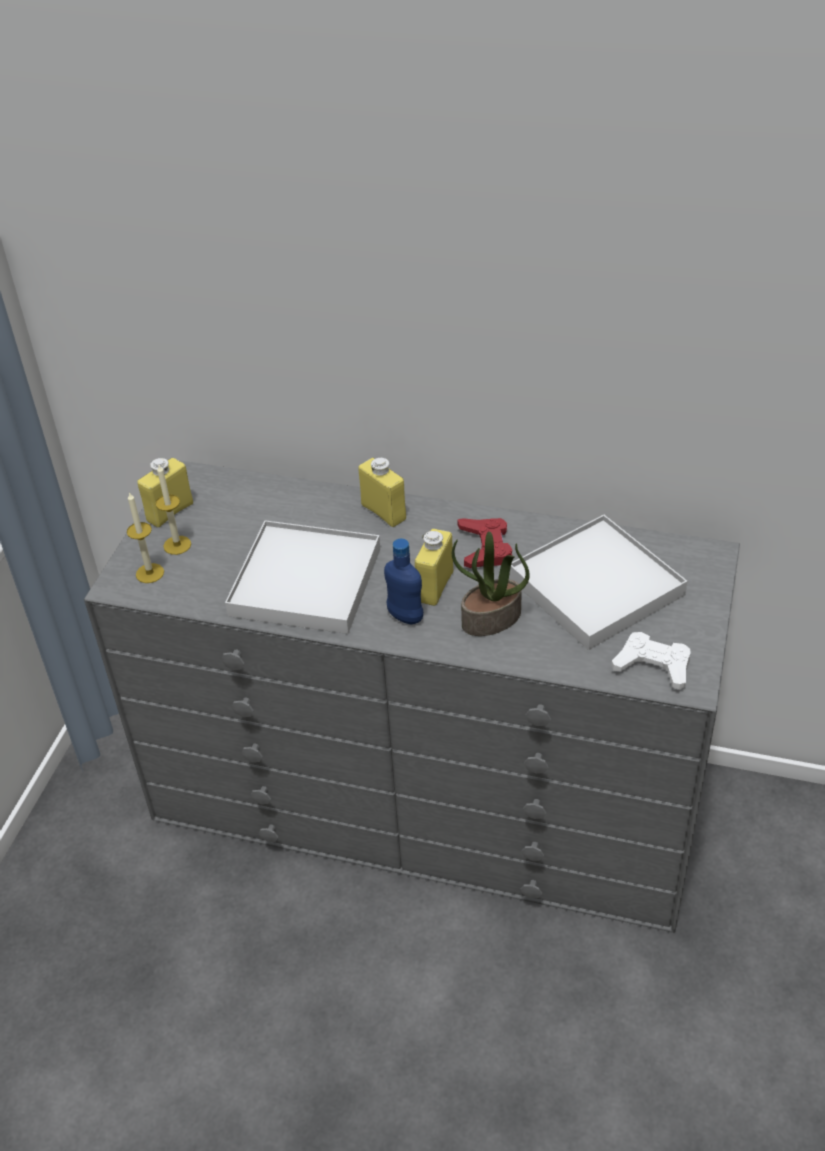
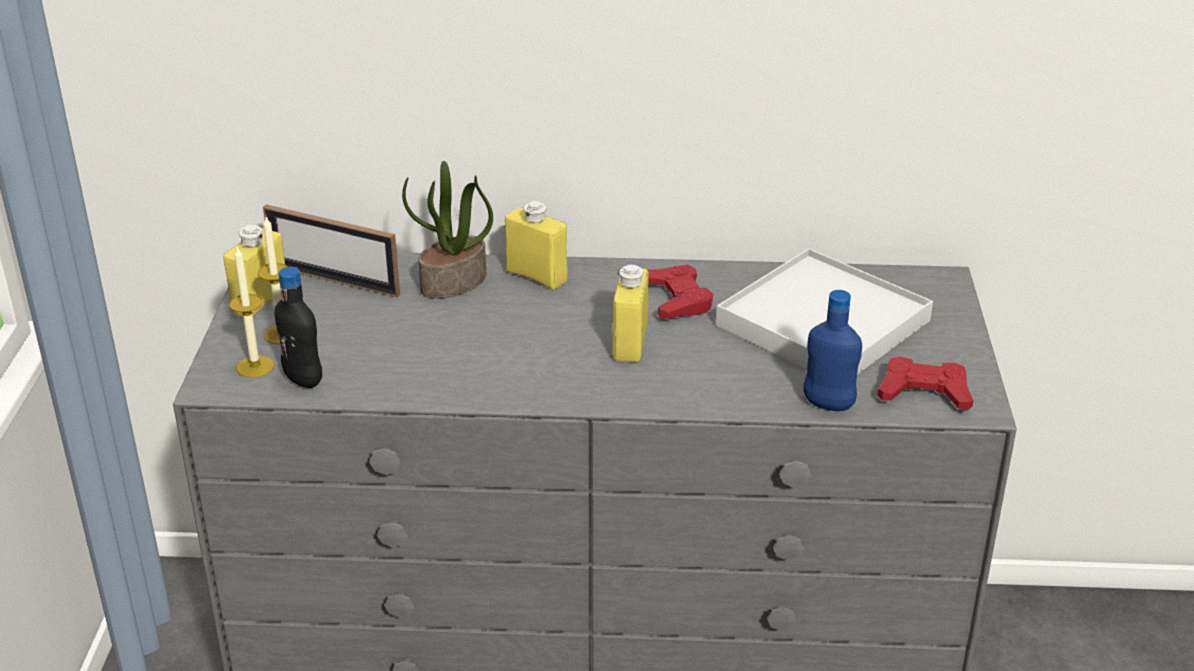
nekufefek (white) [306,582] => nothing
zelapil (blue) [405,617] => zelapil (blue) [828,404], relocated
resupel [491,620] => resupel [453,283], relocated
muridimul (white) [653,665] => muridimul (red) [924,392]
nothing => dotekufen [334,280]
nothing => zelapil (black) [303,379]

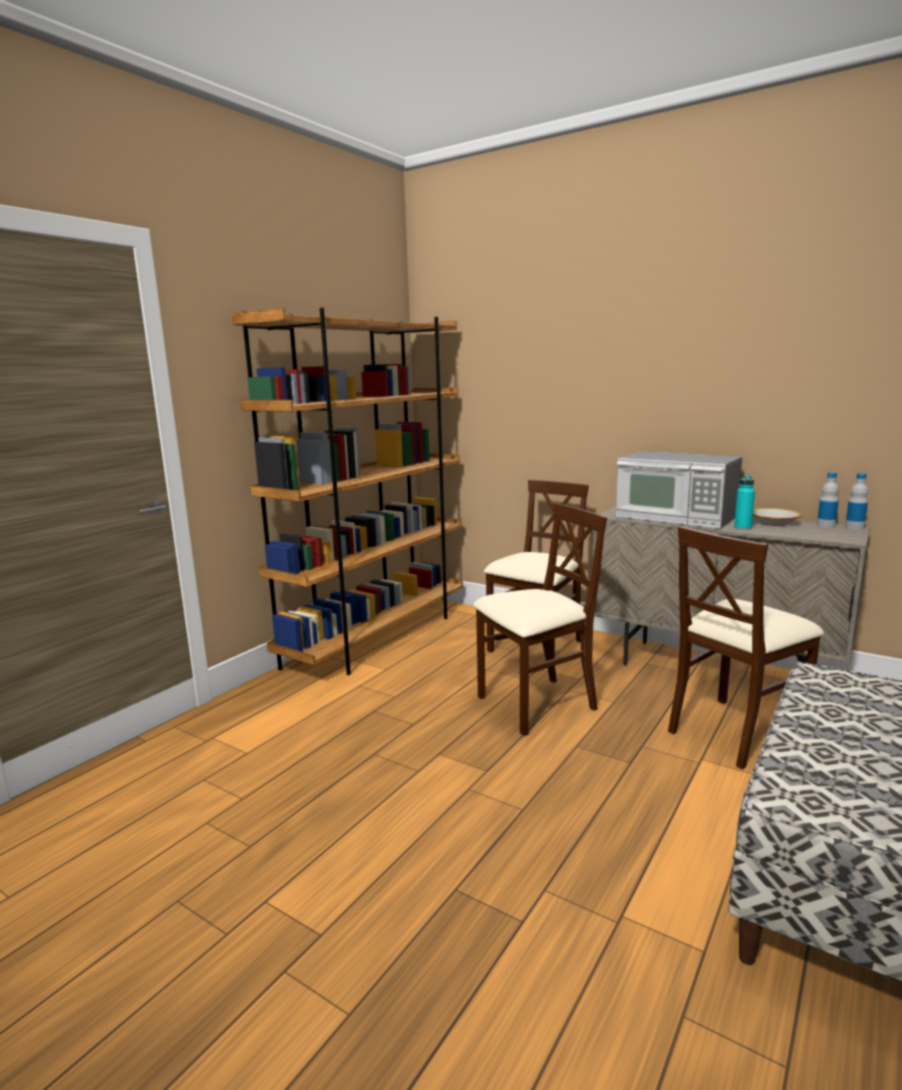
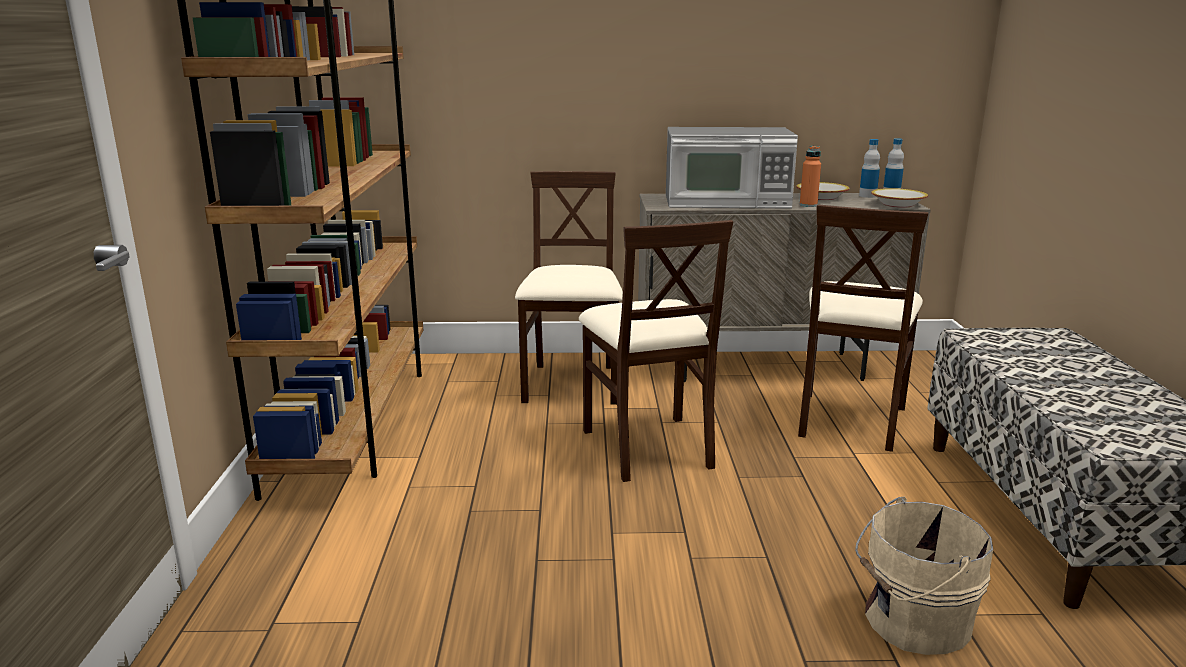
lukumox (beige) [536,704] => lukumox (beige) [648,447], 135 degrees clockwise
zelapil (turquoise) [742,528] => zelapil (orange) [808,205]
nothing => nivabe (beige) [911,621]
nothing => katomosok [898,204]

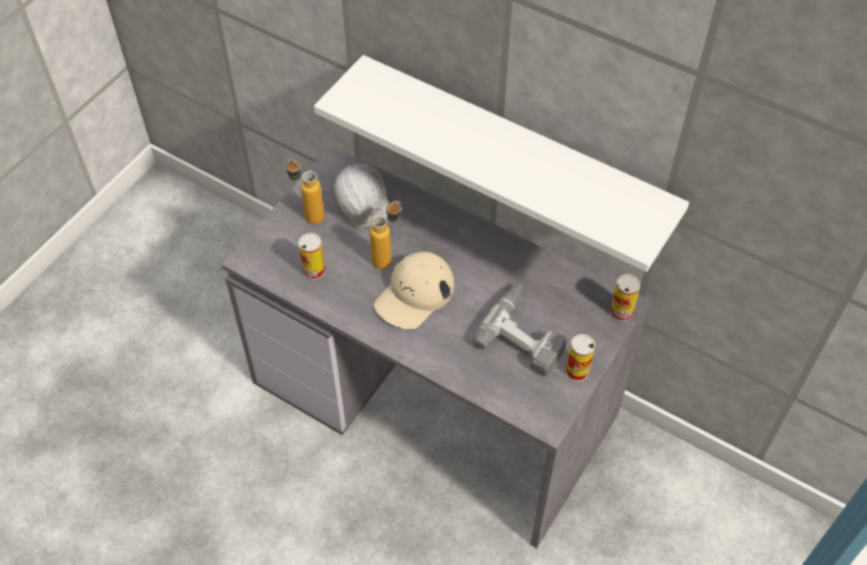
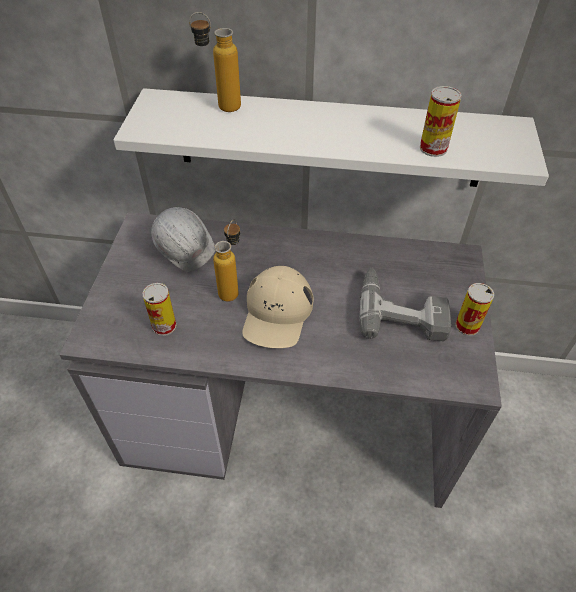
zelapil [308,214] => zelapil [220,106], relocated
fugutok [621,312] => fugutok [433,148], relocated

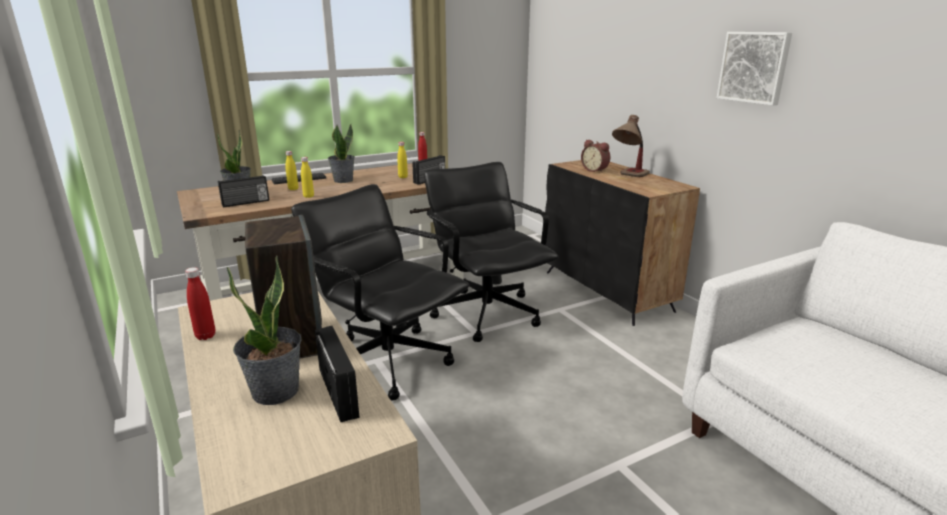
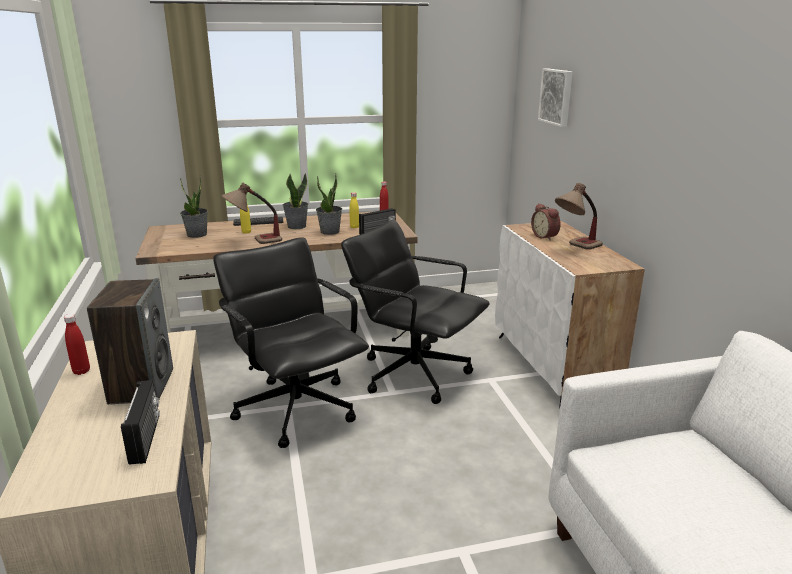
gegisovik [246,203] => nothing
resupel [276,391] => resupel [330,232], relocated
zelapil (yellow) [308,196] => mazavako [254,241]
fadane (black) [487,313] => fadane (black) [414,373], 45 degrees counterclockwise
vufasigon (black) [607,291] => vufasigon (white) [553,366]
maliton [754,67] => maliton [557,96], relocated

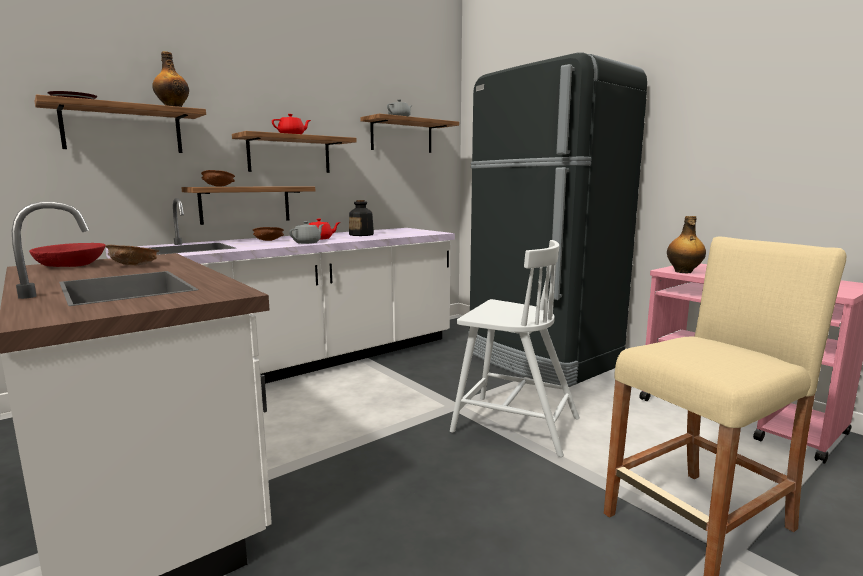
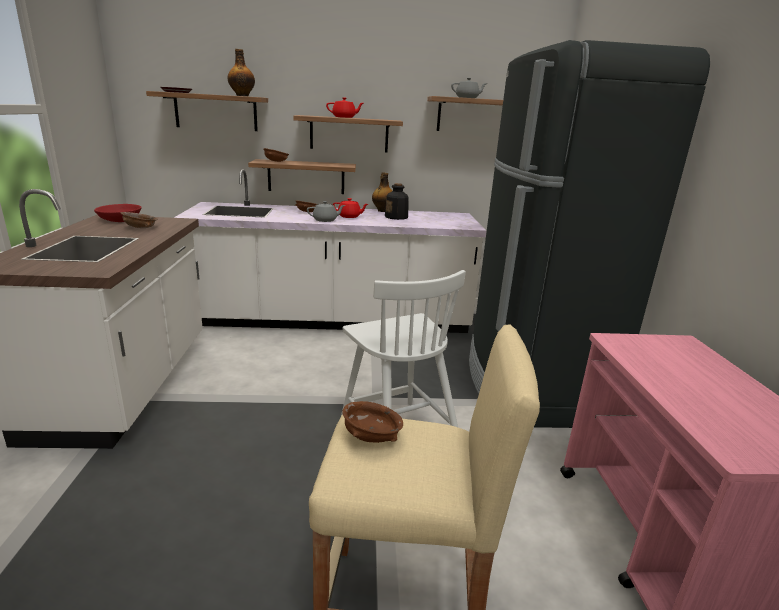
zelapil [683,272] => zelapil [382,211], relocated
nothing => katomosok (brown) [371,437]

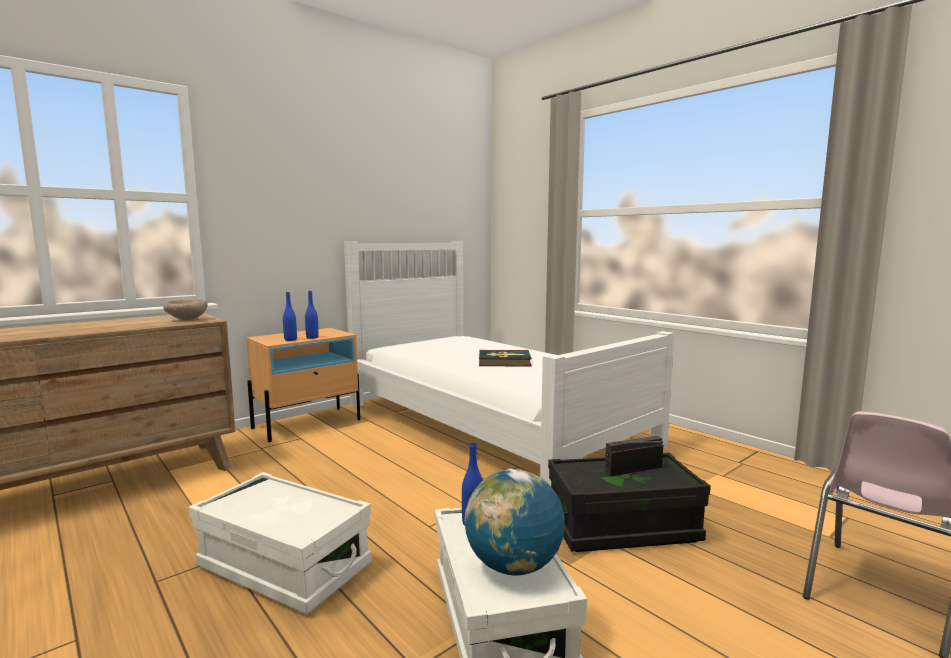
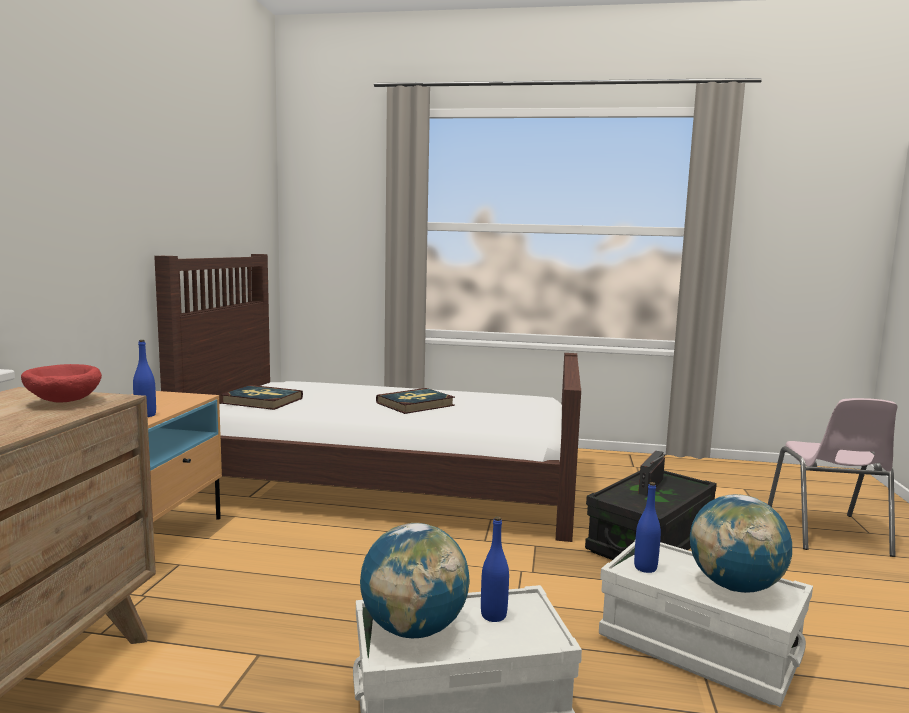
katomosok (beige) [186,319] => katomosok (red) [63,402]
zelapil (blue) [312,337] => zelapil (blue) [493,615], relocated
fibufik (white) [490,423] => fibufik (brown) [386,483]
nothing => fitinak [262,401]
nothing => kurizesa [414,629]

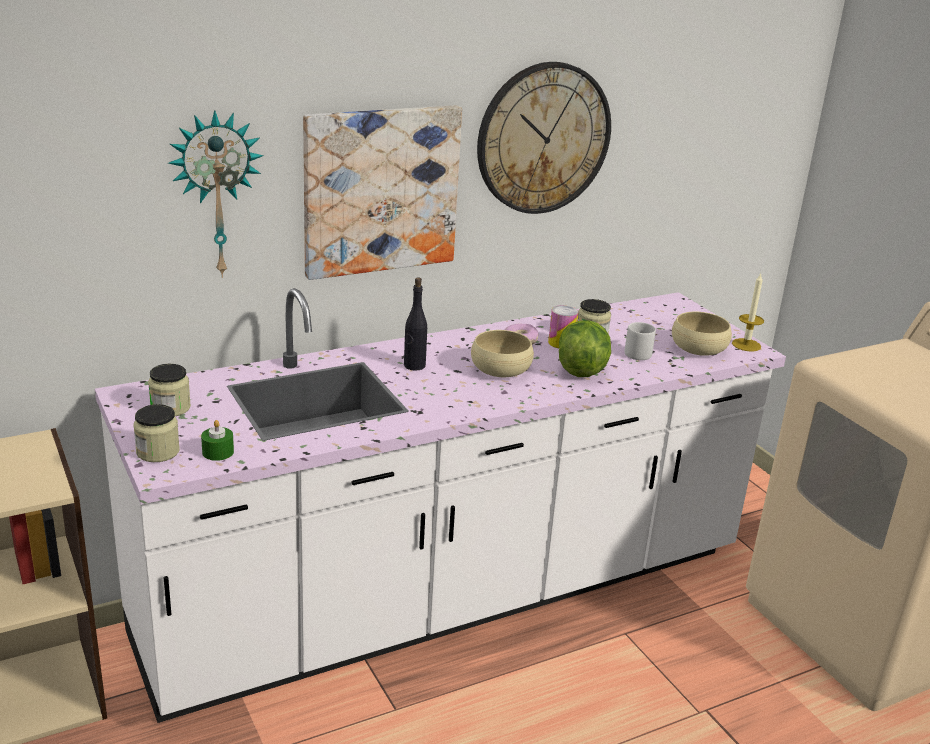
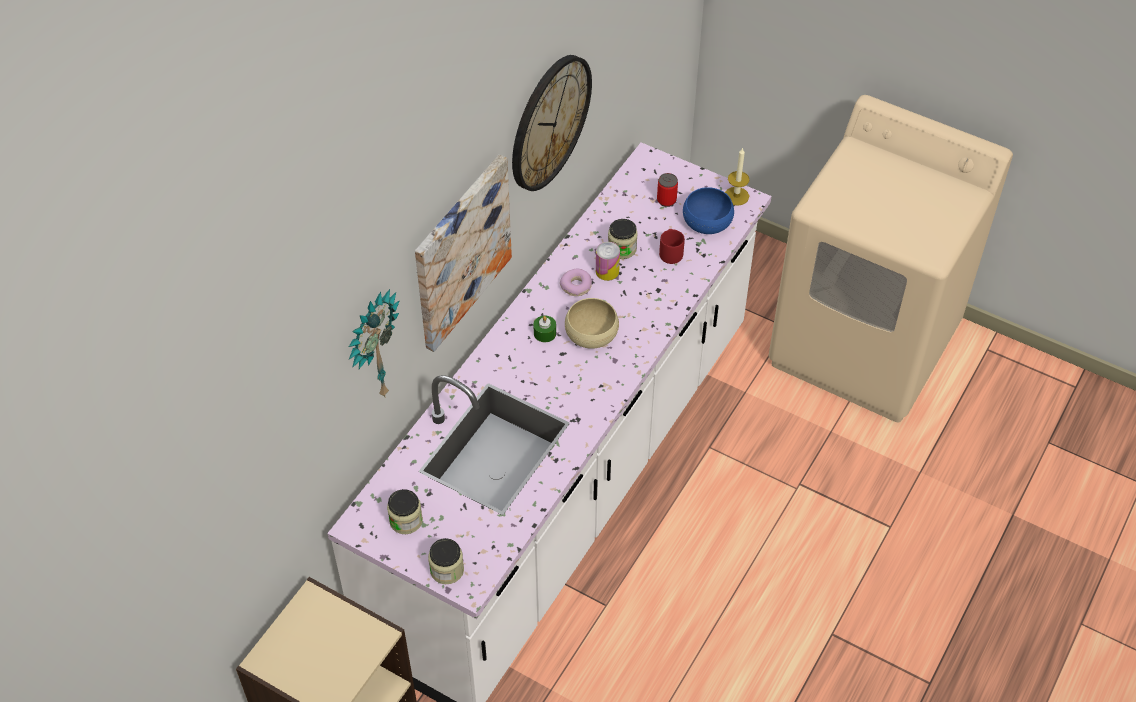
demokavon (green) [218,452] => demokavon (green) [545,333], relocated
zelapil (black) [414,366] => nothing
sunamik [582,368] => nothing
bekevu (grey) [639,353] => bekevu (red) [670,253]
katomosok (beige) [698,349] => katomosok (blue) [707,221]
nothing => fugutok [666,200]

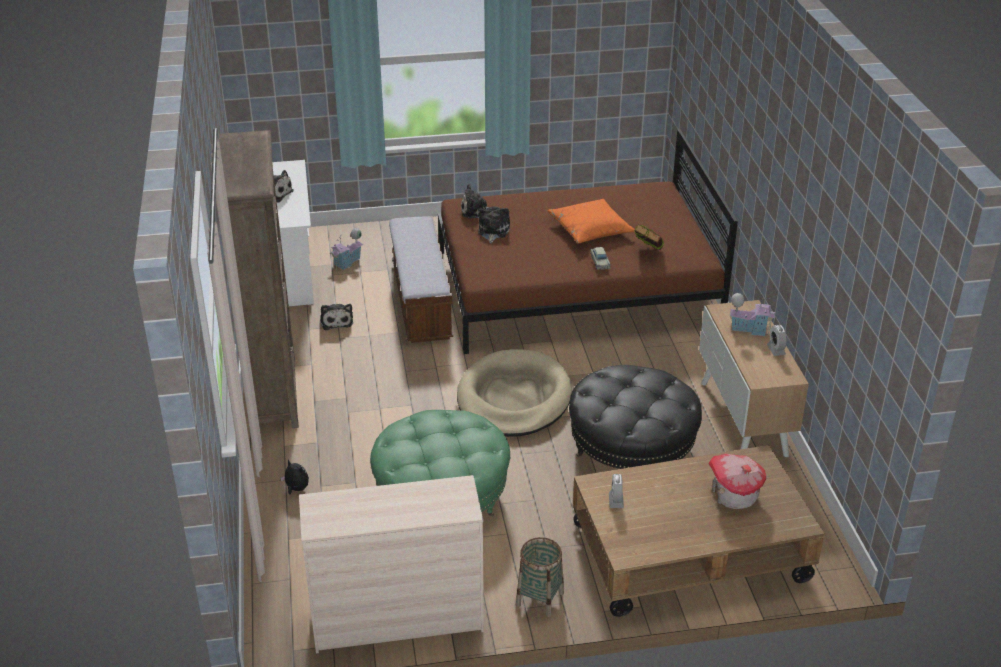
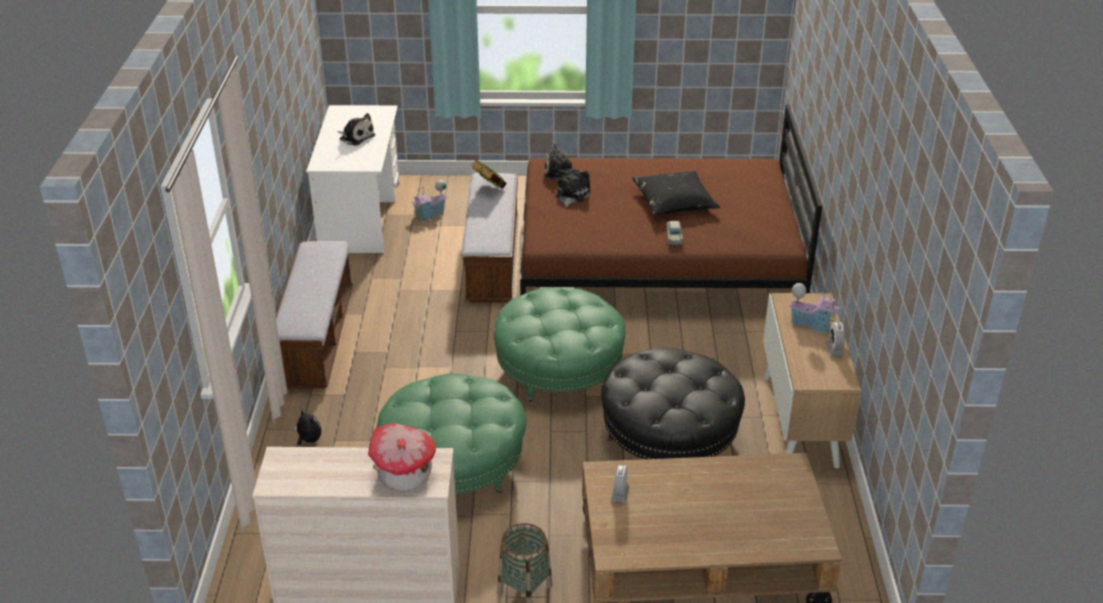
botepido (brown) [273,392] => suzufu [317,338]
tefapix [336,321] => nothing
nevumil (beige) [514,398] => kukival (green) [559,372]
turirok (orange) [590,229] => turirok (black) [674,202]
fitinak [648,252] => fitinak [489,189], relocated
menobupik [734,495] => menobupik [404,474], relocated

